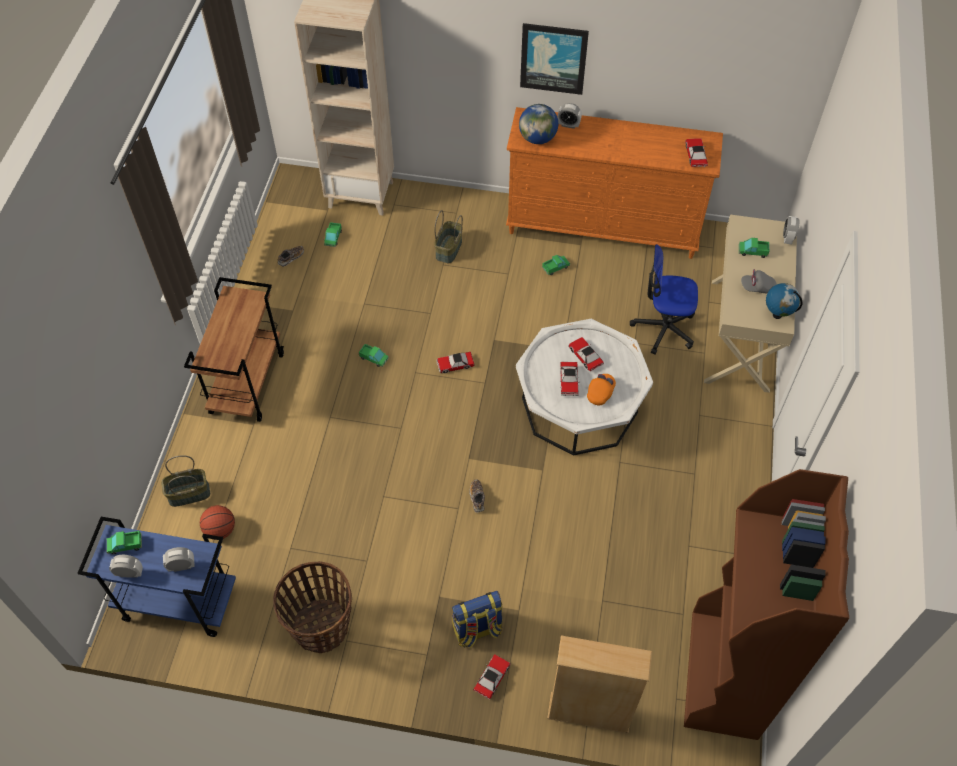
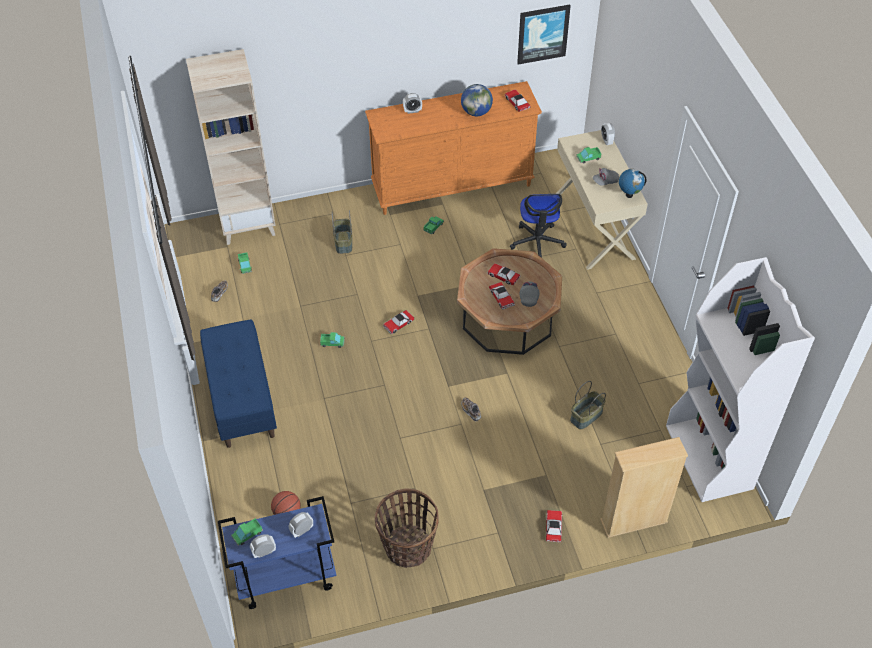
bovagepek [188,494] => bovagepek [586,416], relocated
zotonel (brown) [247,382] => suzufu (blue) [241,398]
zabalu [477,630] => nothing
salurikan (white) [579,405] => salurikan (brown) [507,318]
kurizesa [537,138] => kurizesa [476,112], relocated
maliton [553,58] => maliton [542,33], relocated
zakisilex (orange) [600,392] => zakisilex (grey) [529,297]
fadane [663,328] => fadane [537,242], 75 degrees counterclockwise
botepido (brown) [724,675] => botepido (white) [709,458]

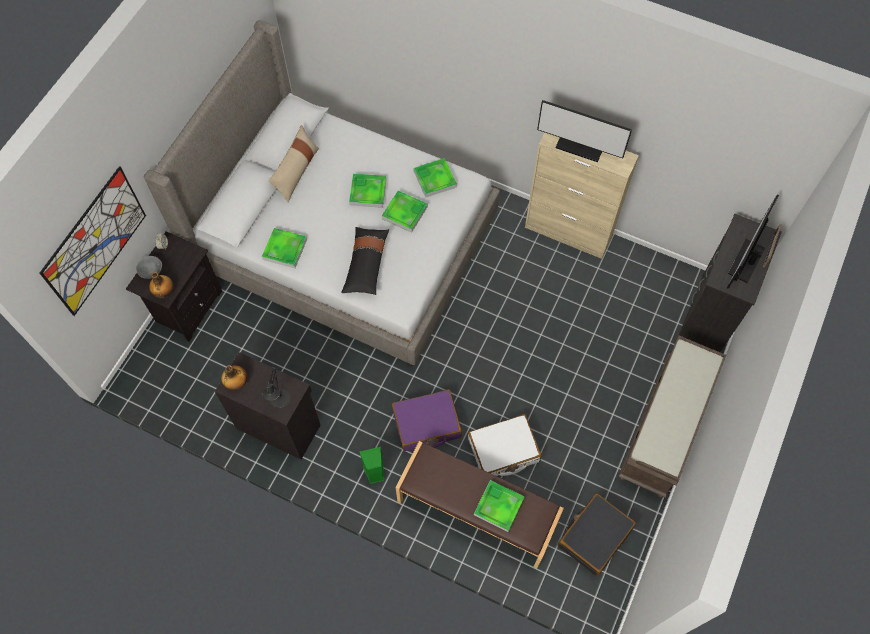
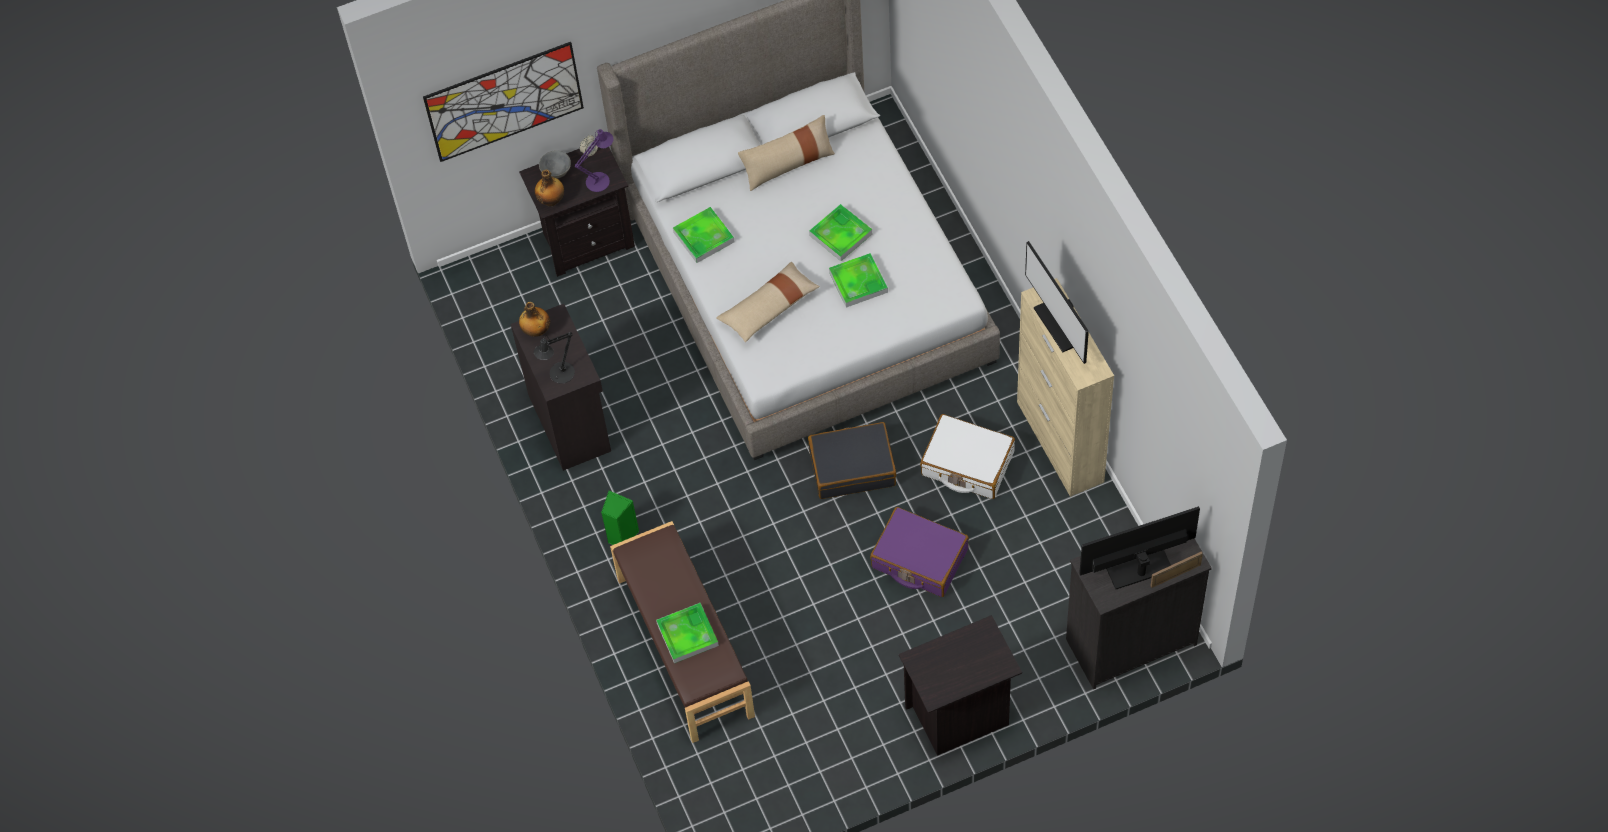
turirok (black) [366,264] => turirok (beige) [769,308]
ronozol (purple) [426,424] => ronozol (purple) [919,559], relocated
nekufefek [435,179] => nothing
ronozol (white) [503,450] => ronozol (white) [967,464], relocated
ronozol (black) [594,536] => ronozol (black) [852,467], relocated
suzufu (brown) [665,427] => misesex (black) [959,715]
nothing => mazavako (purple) [600,180]

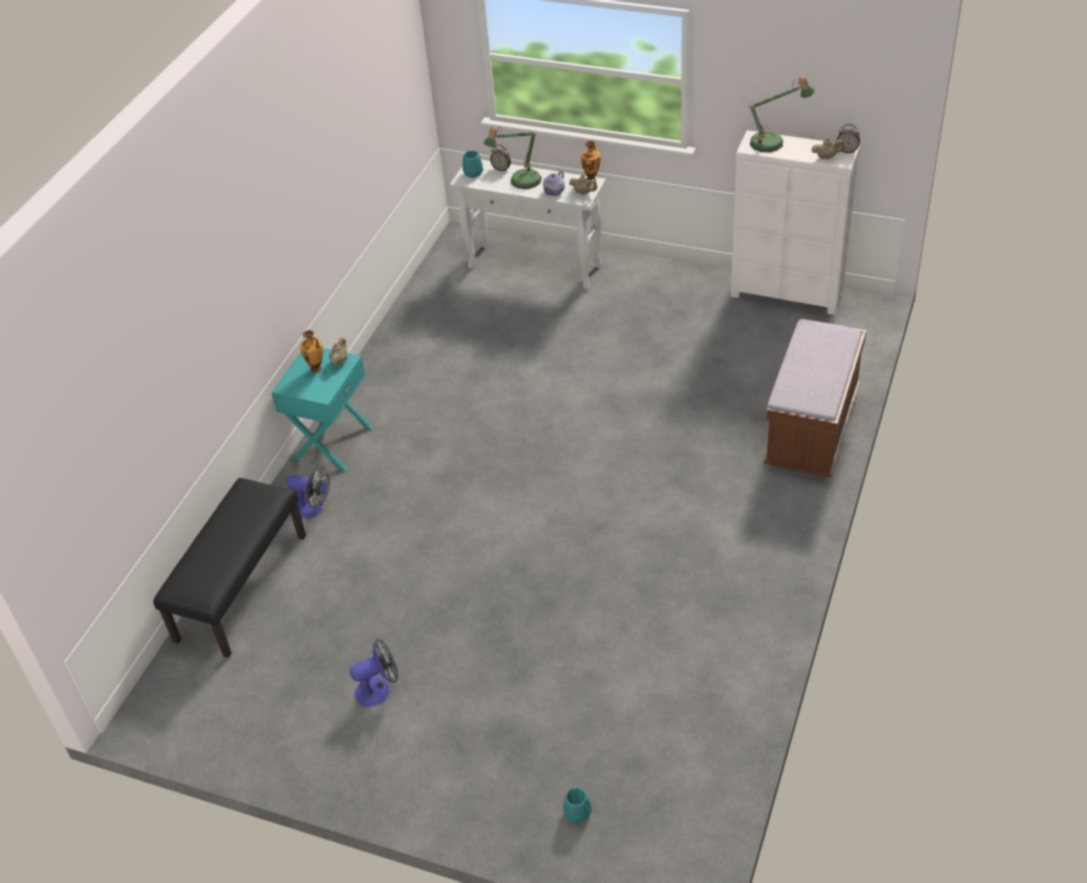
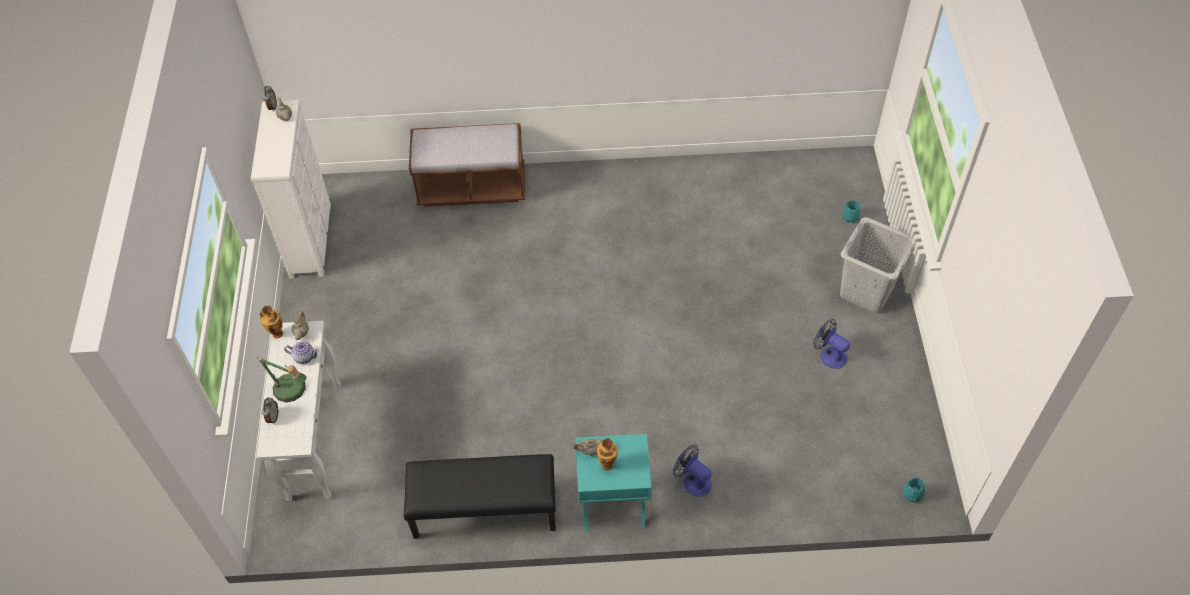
suzufu (black) [241,587] => suzufu (black) [484,511], relocated
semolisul [313,508] => semolisul [692,481], 45 degrees counterclockwise
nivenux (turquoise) [473,173] => nivenux (turquoise) [911,494], relocated
mazavako [773,143] => nothing
nothing => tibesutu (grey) [867,291]

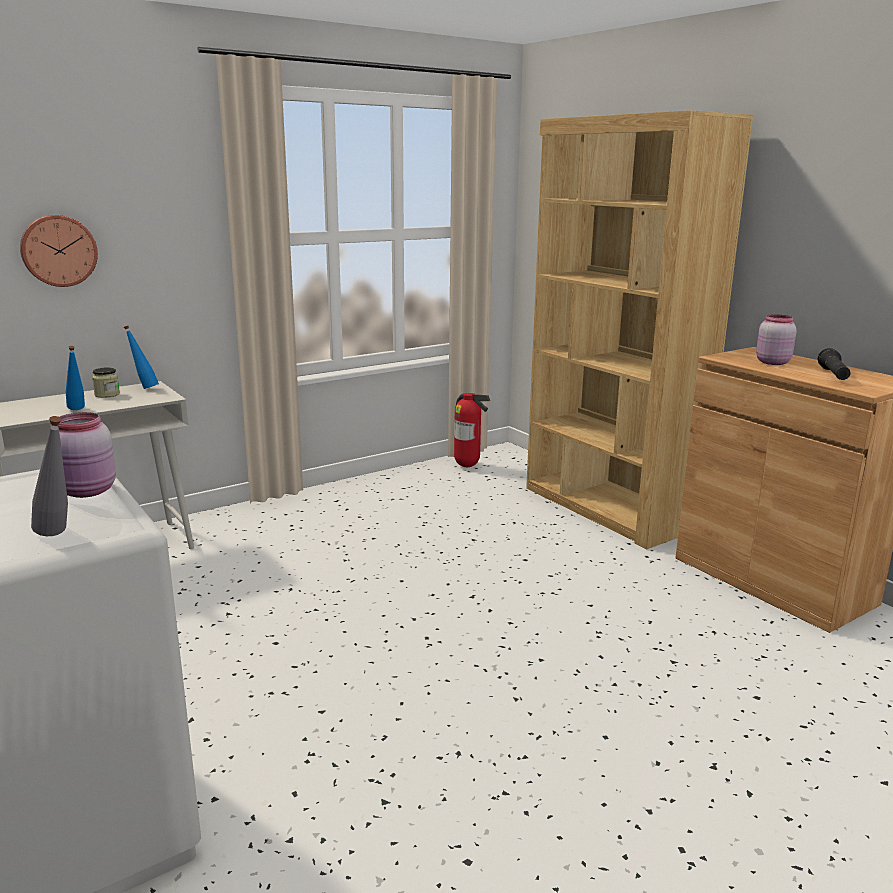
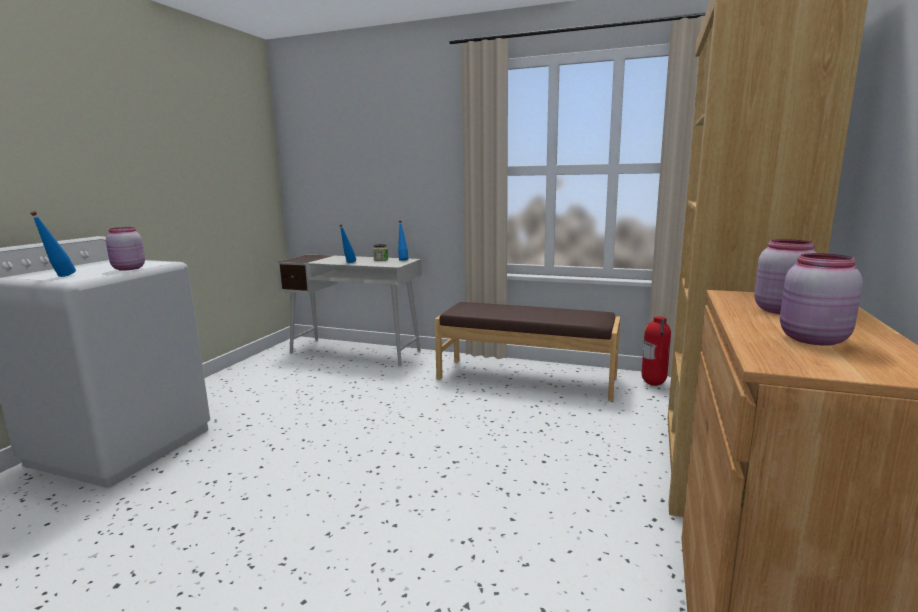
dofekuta [58,250] => nothing
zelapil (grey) [59,536] => zelapil (blue) [59,277]
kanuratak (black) [833,375] => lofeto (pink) [811,339]
nothing => suzufu (brown) [526,378]

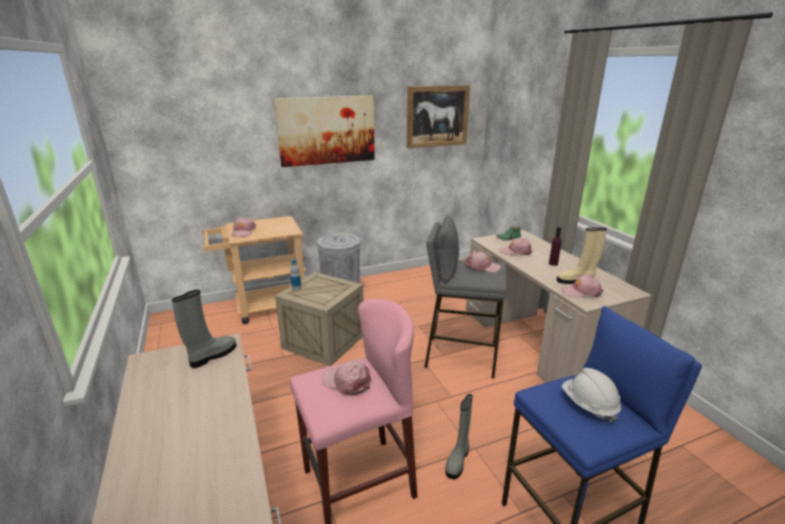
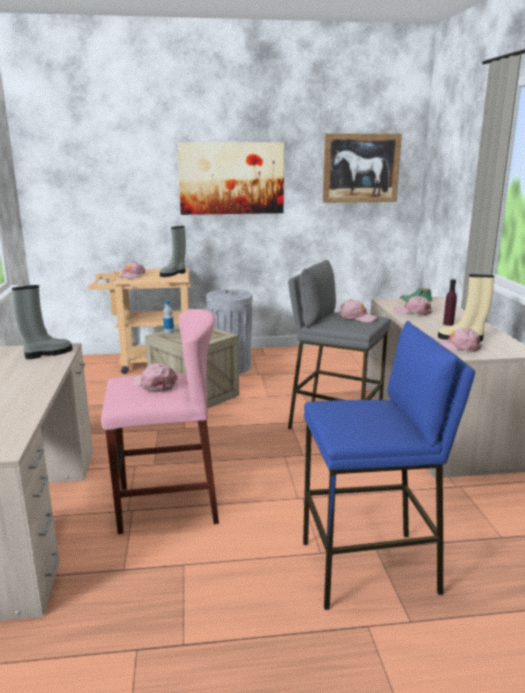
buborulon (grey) [458,460] => buborulon (grey) [173,274], relocated
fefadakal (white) [588,405] => nothing

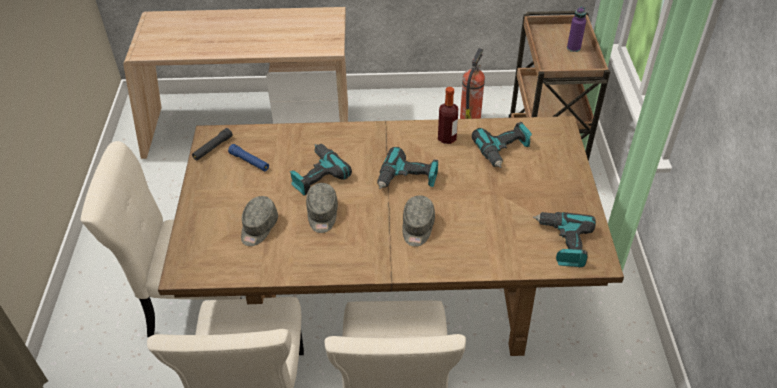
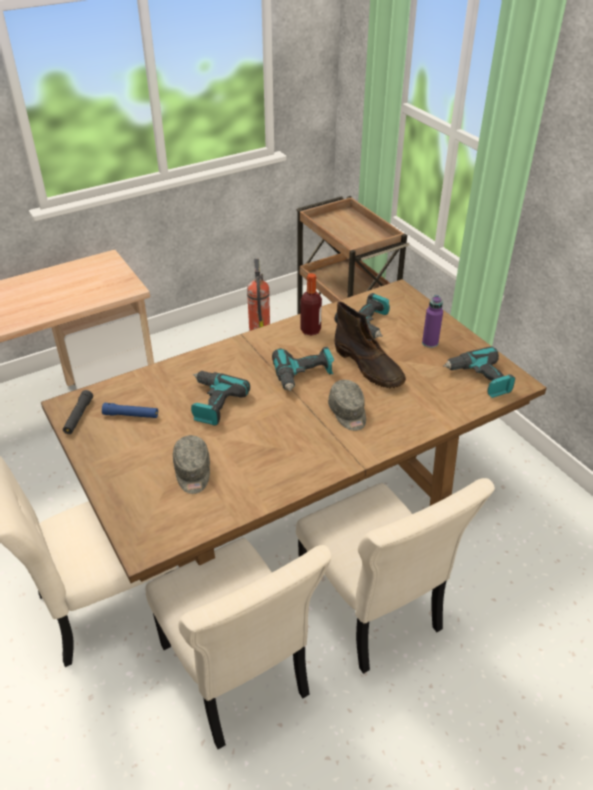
zakisilex (grey) [322,214] => nothing
zelapil (purple) [573,48] => zelapil (purple) [430,343], relocated
nothing => buborulon (brown) [369,366]

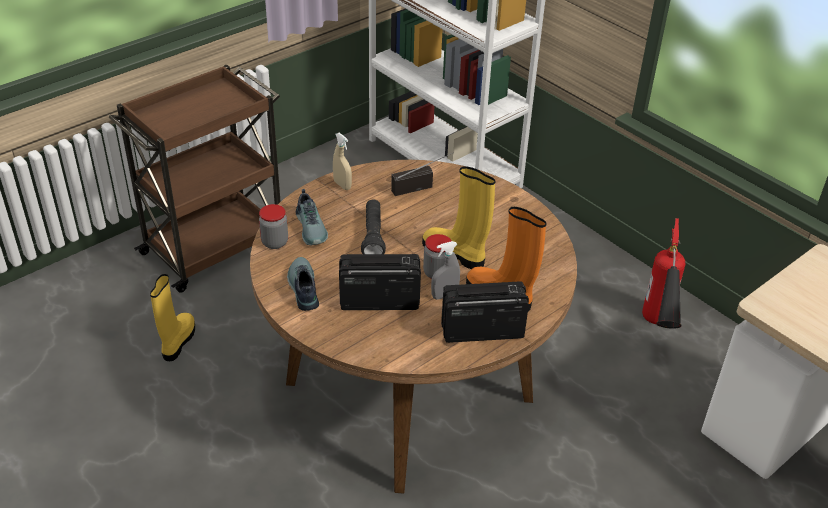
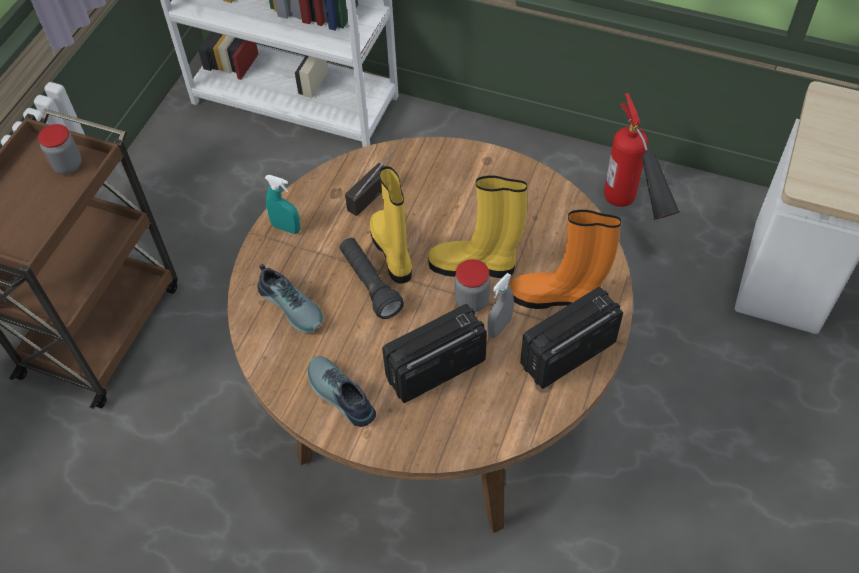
buborulon (yellow) [178,341] => buborulon (yellow) [393,252], relocated
lofeto [274,242] => lofeto [67,165], relocated
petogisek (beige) [342,185] => petogisek (turquoise) [286,228]

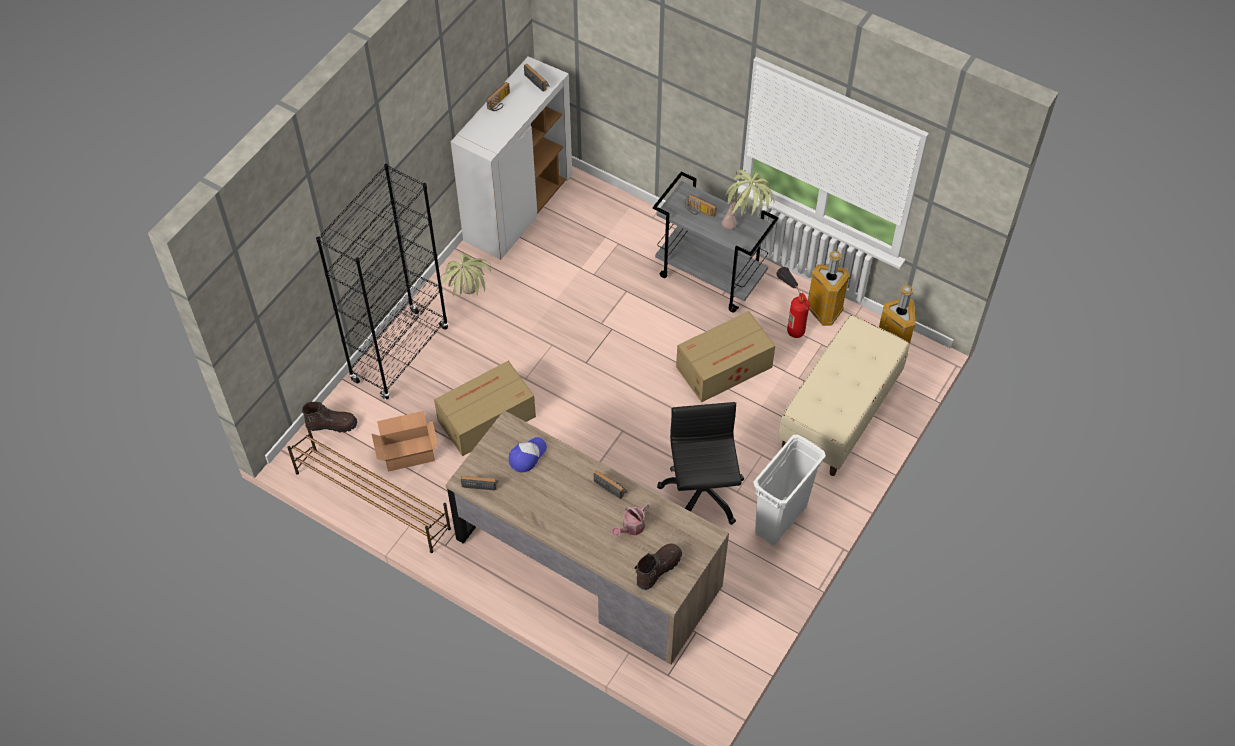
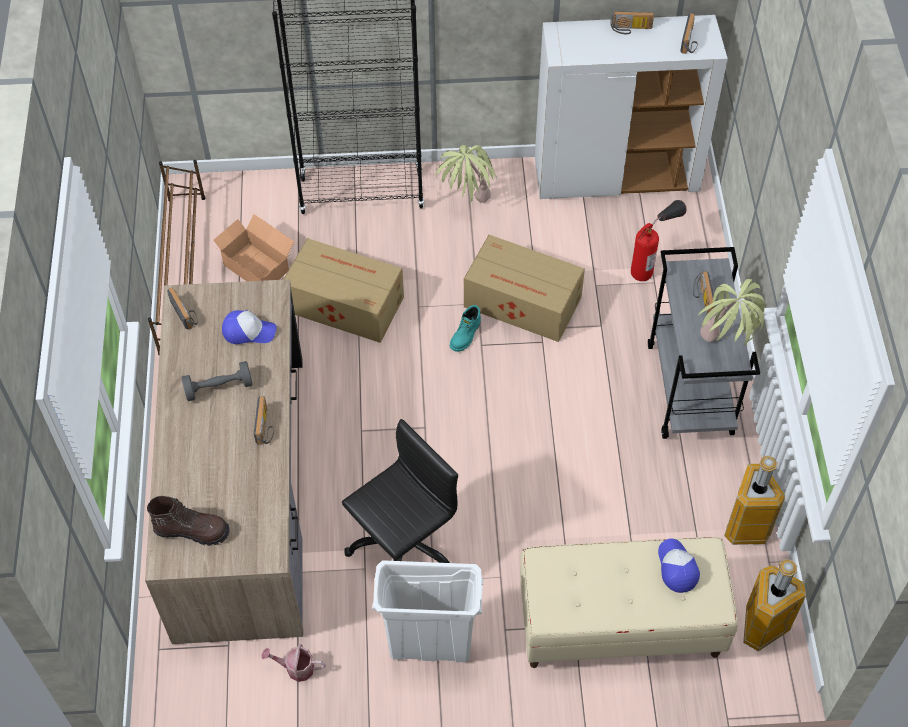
buborulon (brown) [332,424] => nothing
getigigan [631,528] => getigigan [296,668], relocated
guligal [725,367] => guligal [524,303], relocated
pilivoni [790,317] => pilivoni [653,259], relocated
nothing => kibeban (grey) [219,388]
nothing => buborulon (turquoise) [466,335]
nothing => zakisilex [676,568]

